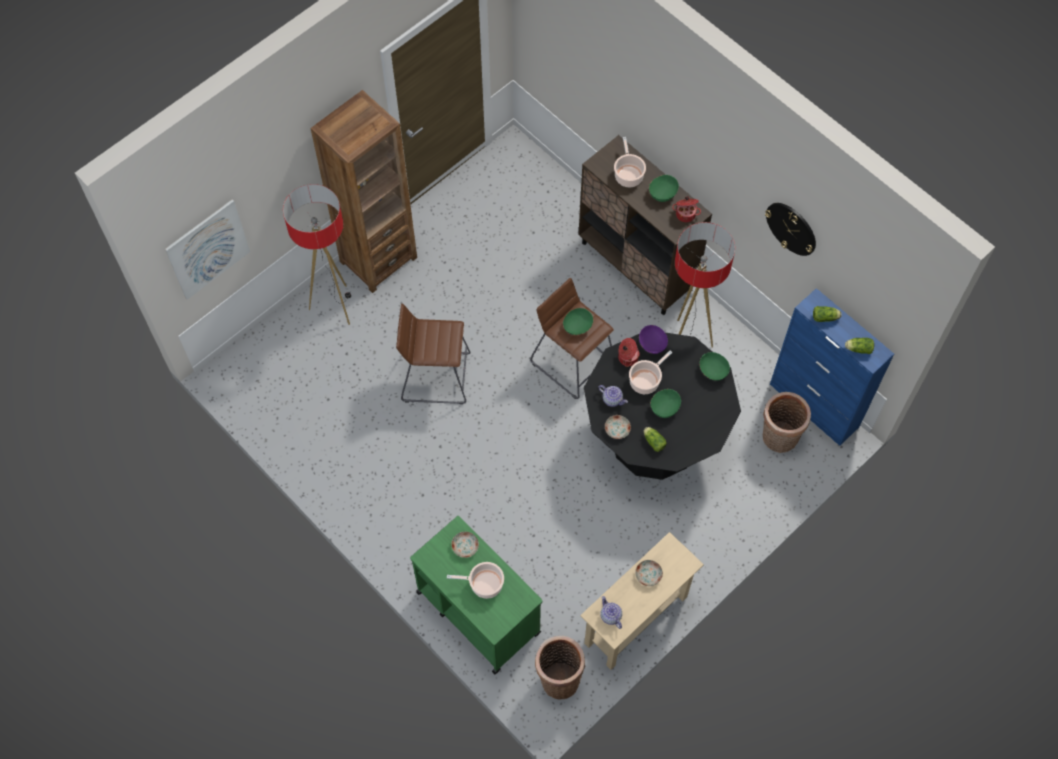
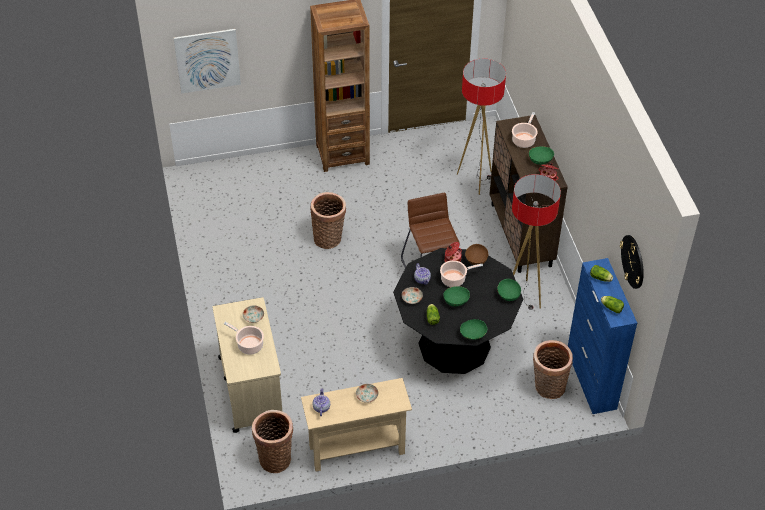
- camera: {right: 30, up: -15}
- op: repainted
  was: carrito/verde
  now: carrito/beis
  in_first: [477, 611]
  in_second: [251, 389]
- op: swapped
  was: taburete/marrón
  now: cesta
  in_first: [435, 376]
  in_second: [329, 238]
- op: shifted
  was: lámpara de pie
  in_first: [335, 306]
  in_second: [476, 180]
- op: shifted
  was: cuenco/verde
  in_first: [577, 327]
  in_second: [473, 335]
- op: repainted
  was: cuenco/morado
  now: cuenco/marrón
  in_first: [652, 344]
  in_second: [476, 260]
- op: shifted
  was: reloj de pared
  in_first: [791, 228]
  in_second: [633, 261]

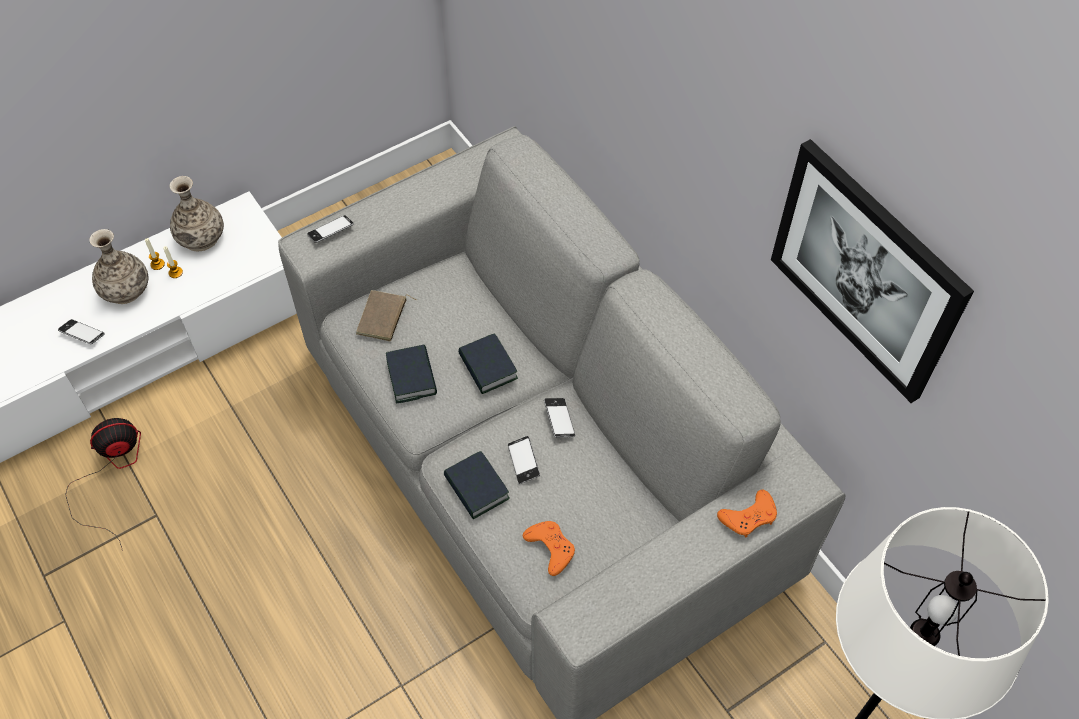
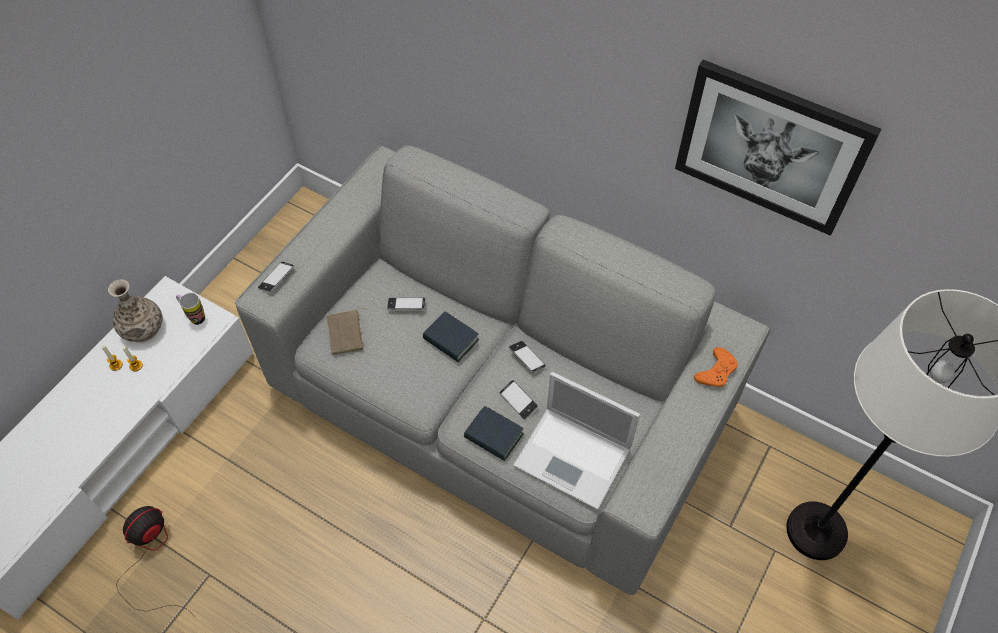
- camera: {right: -25, up: 0}
- op: new
  now: taza grande
  in_second: [194, 317]
- op: shifted
  was: móvil
  in_first: [82, 334]
  in_second: [406, 305]
- op: swapped
  was: mando de consola/naranja
  now: portátil
  in_first: [550, 548]
  in_second: [574, 458]
- op: gone
  was: florero
  in_first: [125, 289]
- op: gone
  was: libro
  in_first: [412, 377]

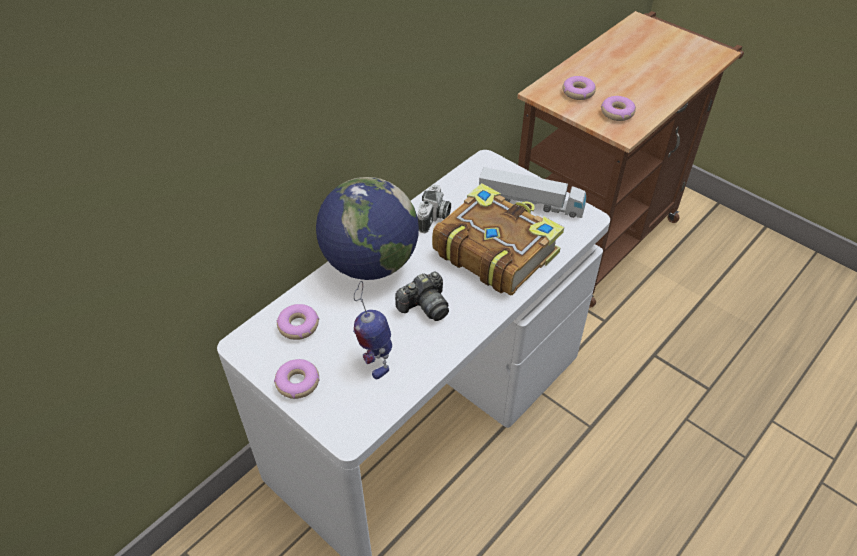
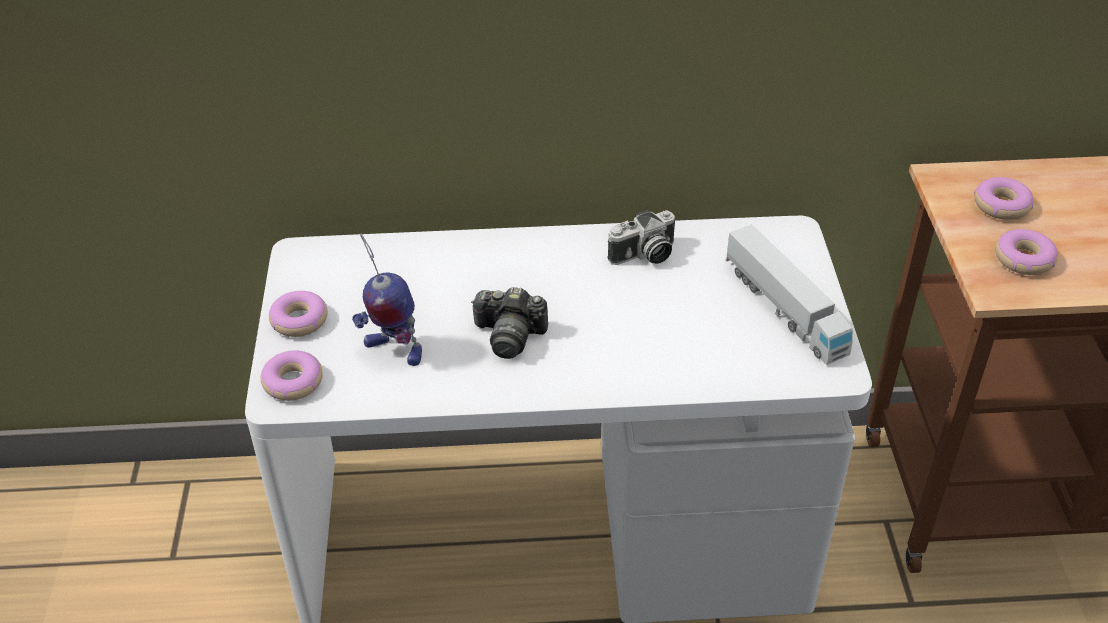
- camera: {right: 45, up: -5}
- op: shifted
  was: rosquilla
  in_first: [298, 326]
  in_second: [293, 382]
- op: rotated
  was: robot de juguete
  in_first: [375, 359]
  in_second: [393, 350]
  clockwise: -90
- op: gone
  was: globo terráqueo
  in_first: [370, 263]
- op: gone
  was: libro
  in_first: [494, 251]

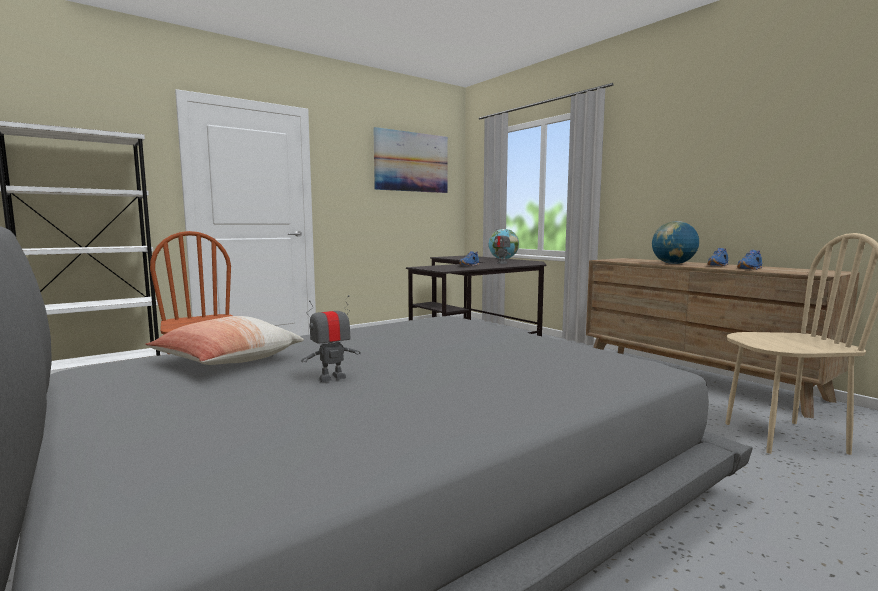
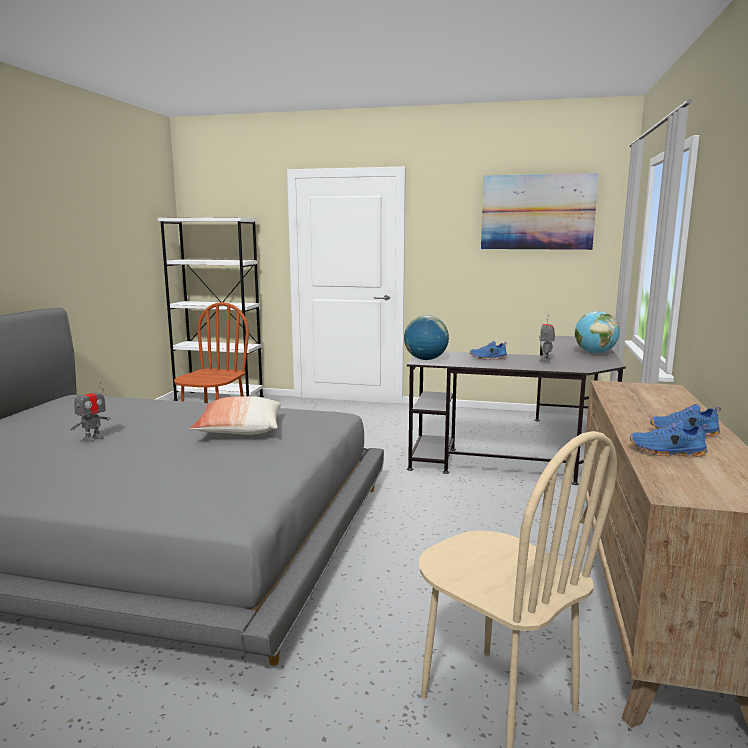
- camera: {right: 50, up: 5}
- op: rotated
  was: robot de juguete
  in_first: [332, 378]
  in_second: [93, 439]
  clockwise: 105
- op: shifted
  was: cojín
  in_first: [227, 362]
  in_second: [239, 430]
- op: shifted
  was: globo terráqueo
  in_first: [673, 264]
  in_second: [425, 359]

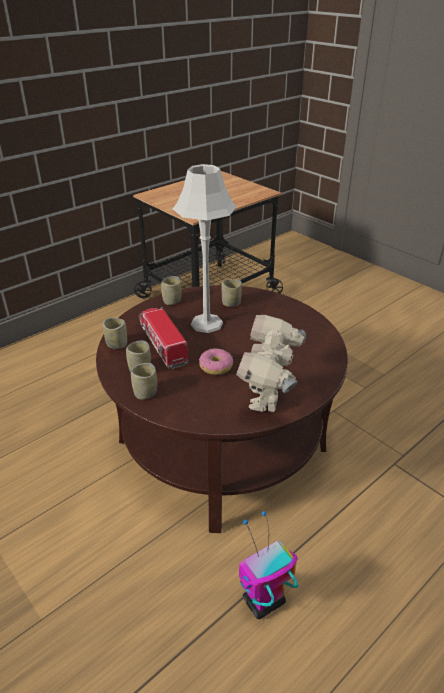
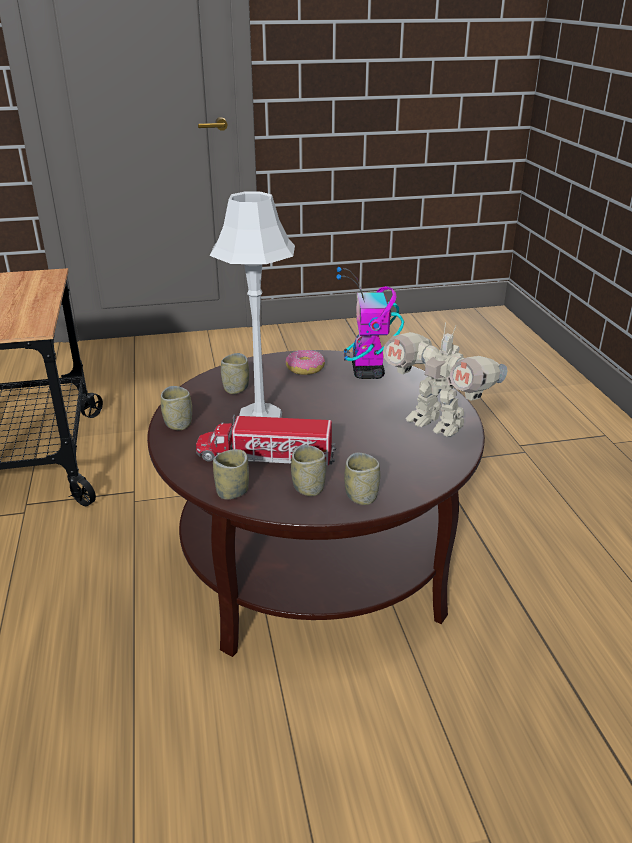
- camera: {right: -60, up: -5}
- op: shifted
  was: rosquilla
  in_first: [216, 366]
  in_second: [305, 368]
- op: shifted
  was: robot de juguete
  in_first: [263, 602]
  in_second: [368, 372]

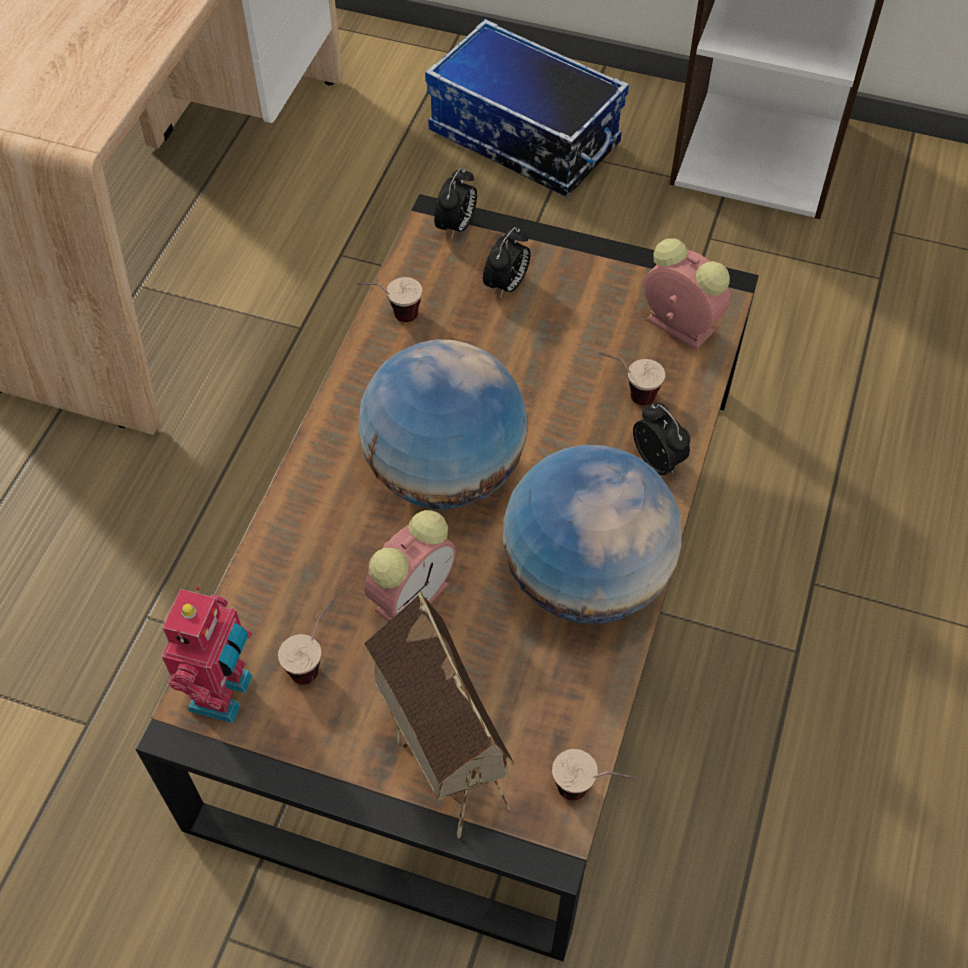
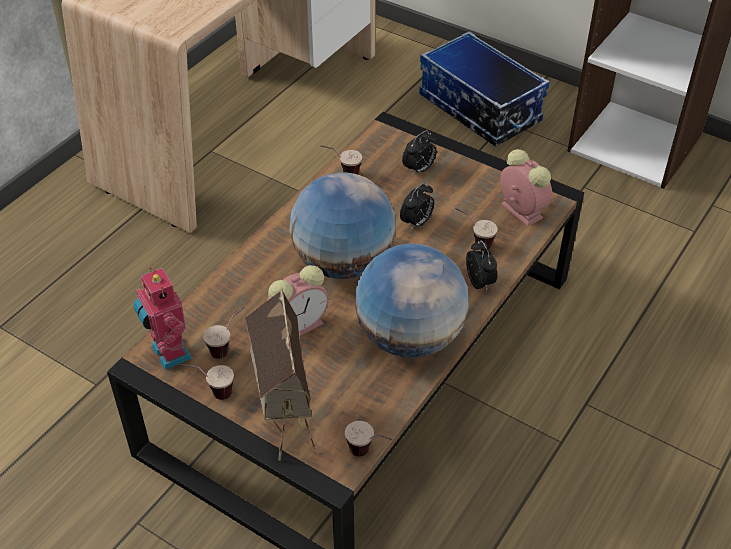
- camera: {right: 15, up: -10}
- op: rotated
  was: robot de juguete
  in_first: [225, 694]
  in_second: [169, 354]
  clockwise: 120
- op: new
  now: taza
  in_second: [211, 392]
- op: shifted
  was: despertador
  in_first: [456, 227]
  in_second: [416, 223]

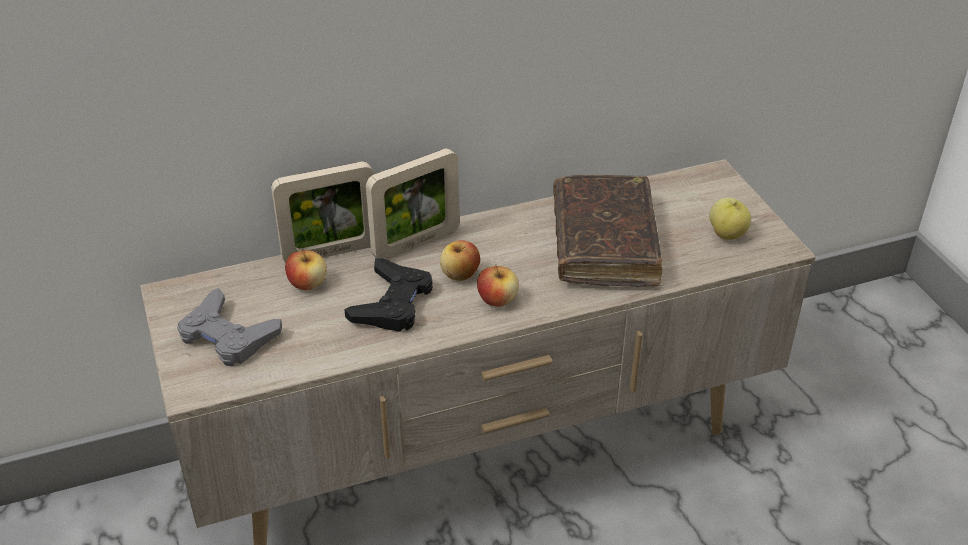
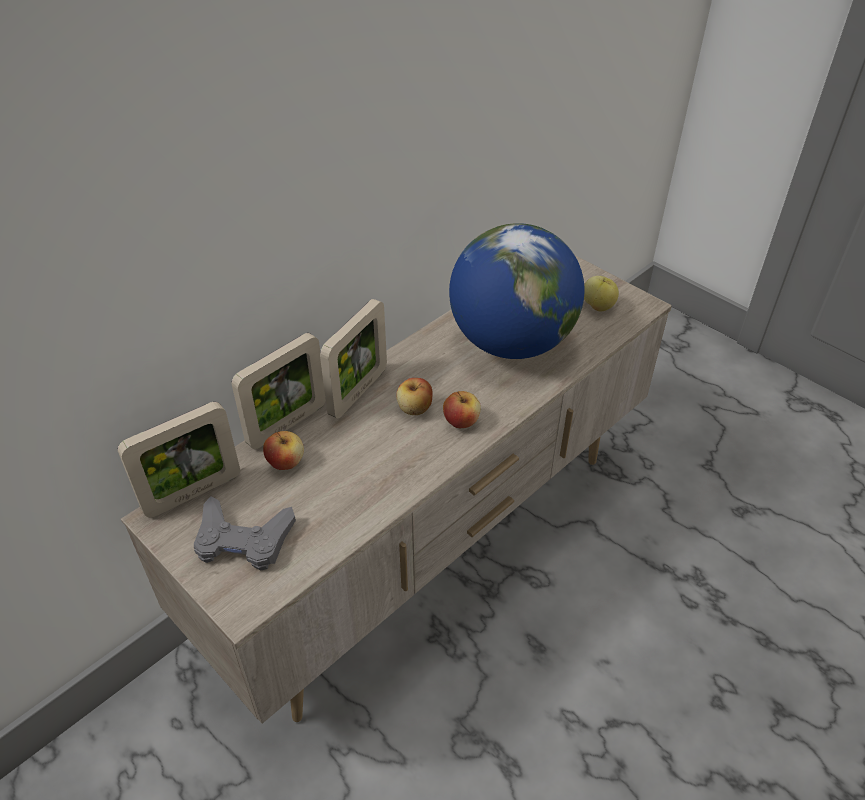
- camera: {right: -25, up: 5}
- op: new
  now: portarretratos
  in_second: [193, 493]
- op: swapped
  was: libro/marrón
  now: globo terráqueo
  in_first: [604, 243]
  in_second: [511, 342]
- op: gone
  was: mando de consola/negro
  in_first: [392, 303]

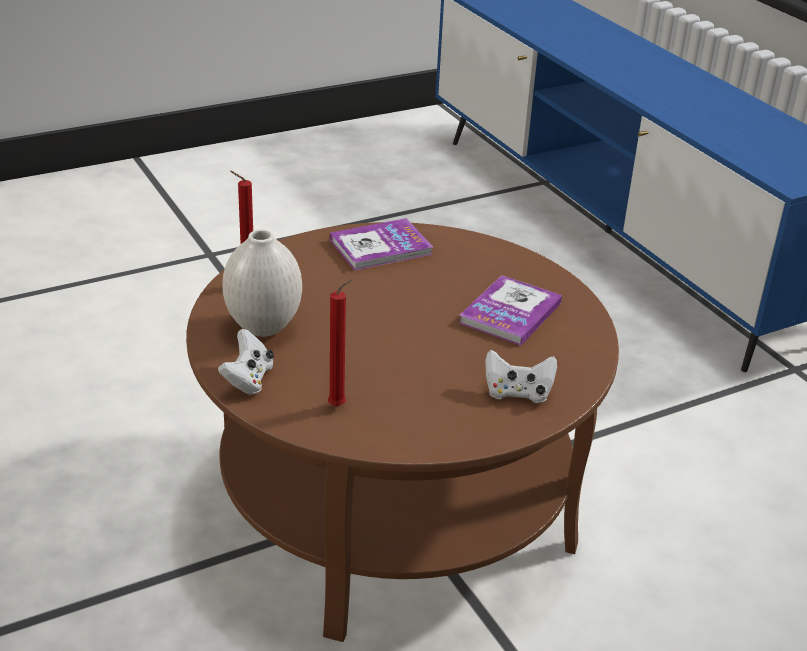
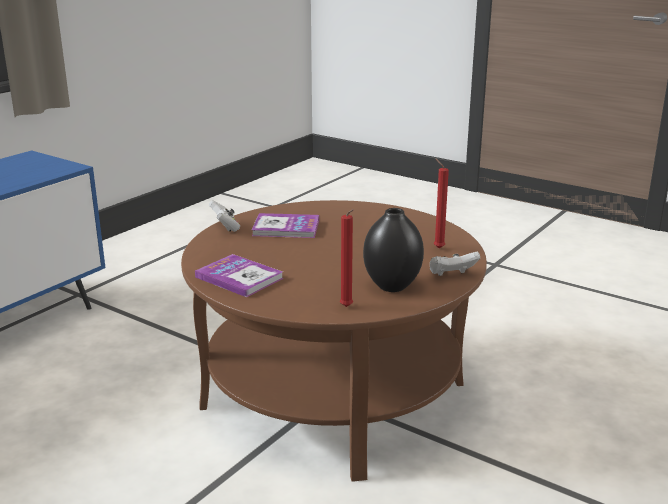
- camera: {right: -115, up: -10}
- op: shifted
  was: mando de consola/blanco
  in_first: [517, 393]
  in_second: [225, 228]
- op: repainted
  was: florero/blanco
  now: florero/negro
  in_first: [264, 327]
  in_second: [391, 286]

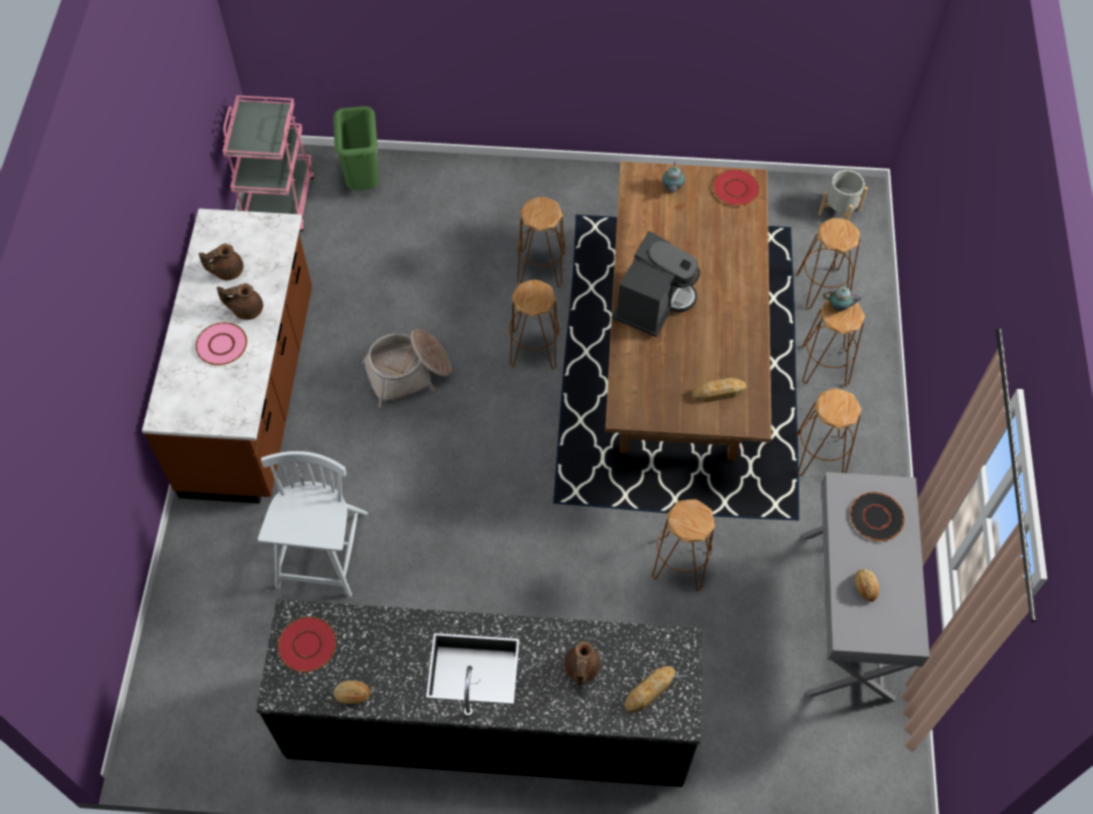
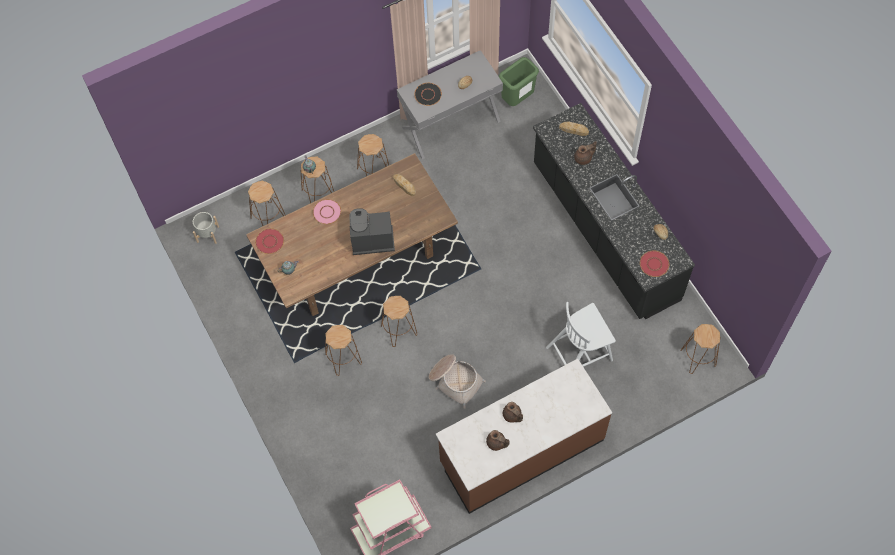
- camera: {right: -120, up: 5}
- op: shifted
  was: plato/rosa
  in_first: [221, 345]
  in_second: [327, 212]
- op: shifted
  was: papelera/verde
  in_first: [362, 180]
  in_second: [517, 99]
- op: shifted
  was: taburete/marrón
  in_first: [680, 563]
  in_second: [698, 358]

